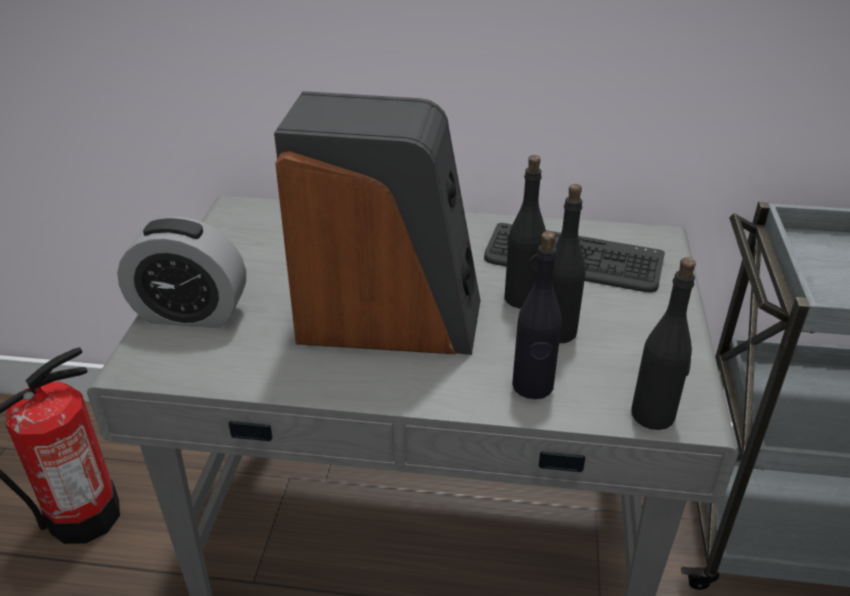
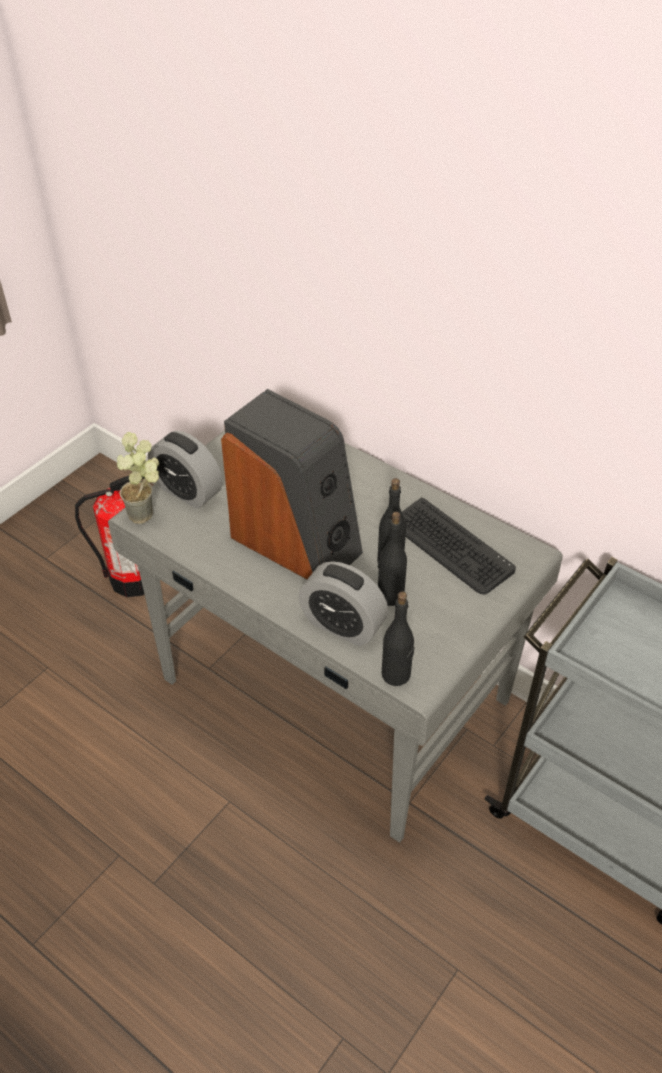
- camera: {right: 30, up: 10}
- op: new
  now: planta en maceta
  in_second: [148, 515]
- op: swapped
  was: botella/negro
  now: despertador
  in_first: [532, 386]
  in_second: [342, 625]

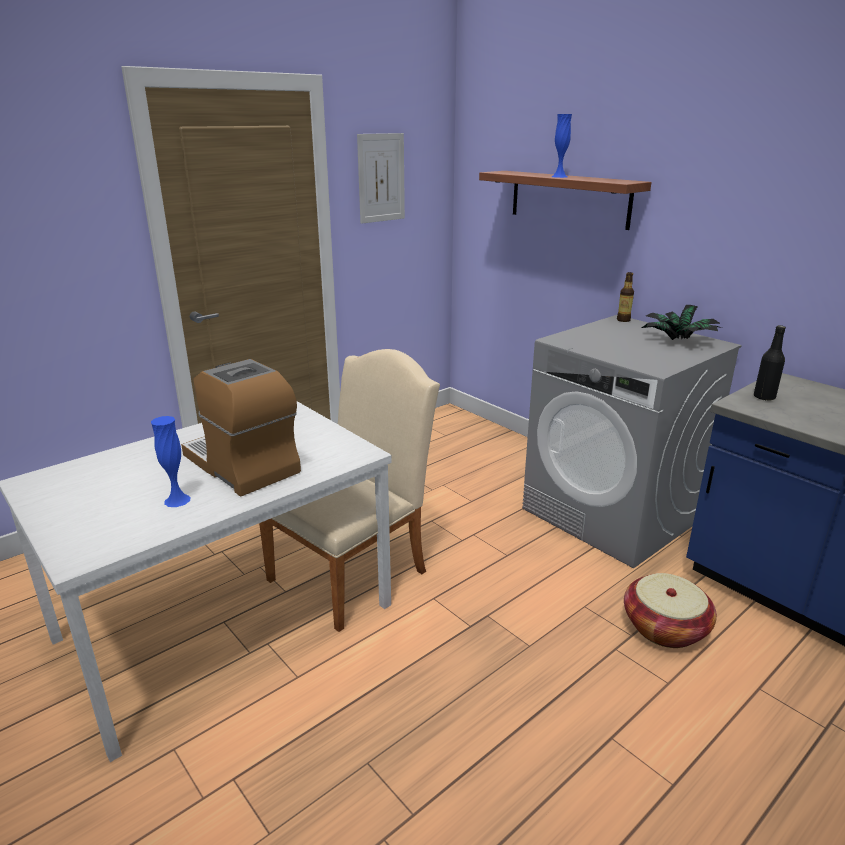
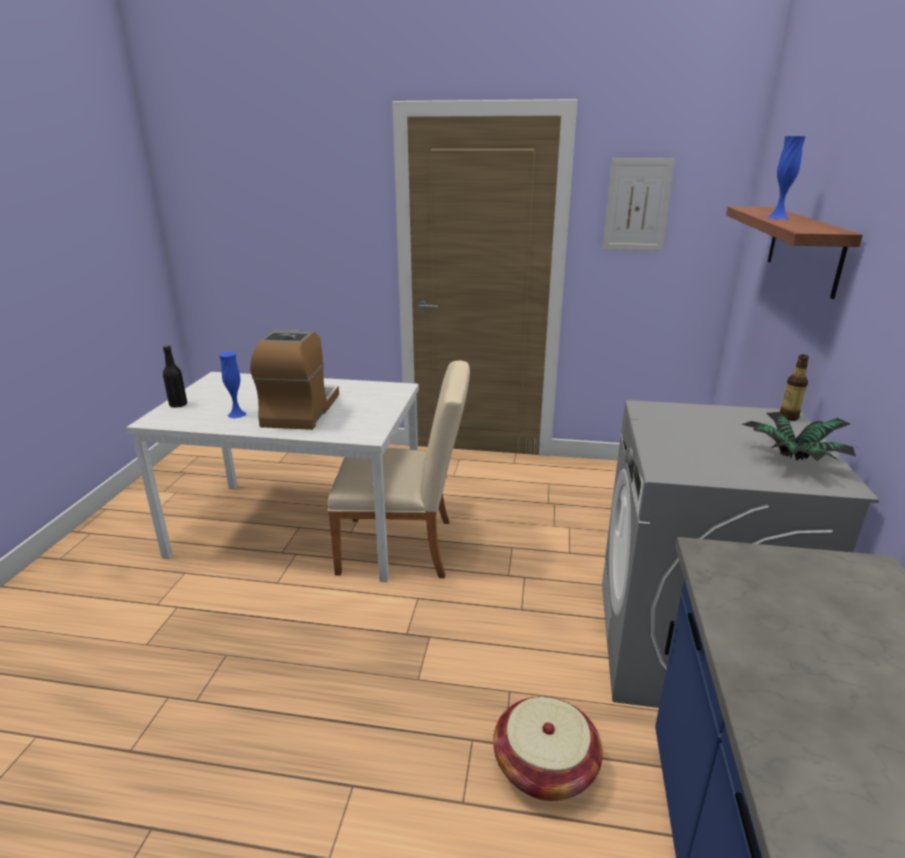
- camera: {right: 50, up: 0}
- op: shifted
  was: botella/negro
  in_first: [764, 397]
  in_second: [178, 405]

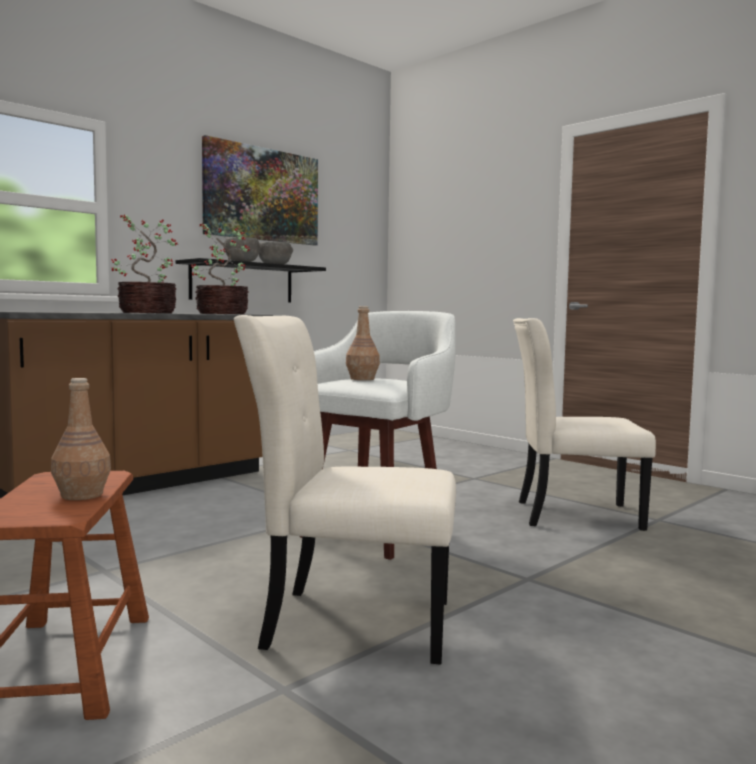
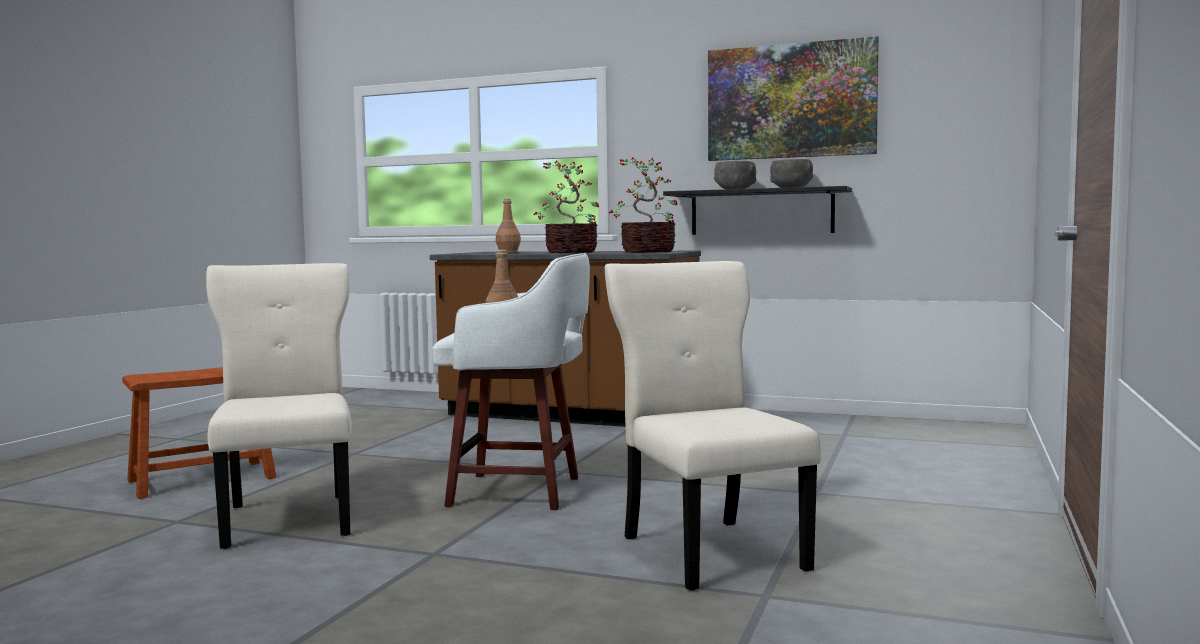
- camera: {right: 65, up: 0}
- op: shifted
  was: botella/marrón
  in_first: [82, 495]
  in_second: [508, 252]

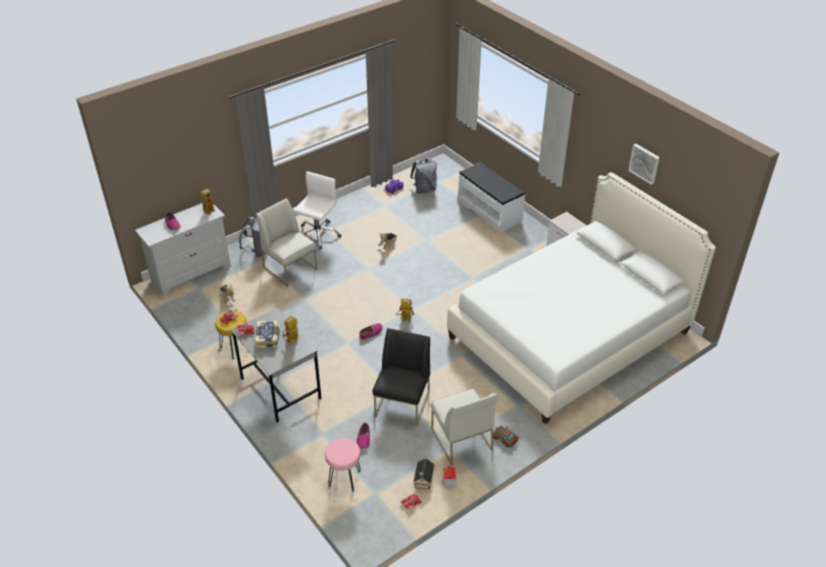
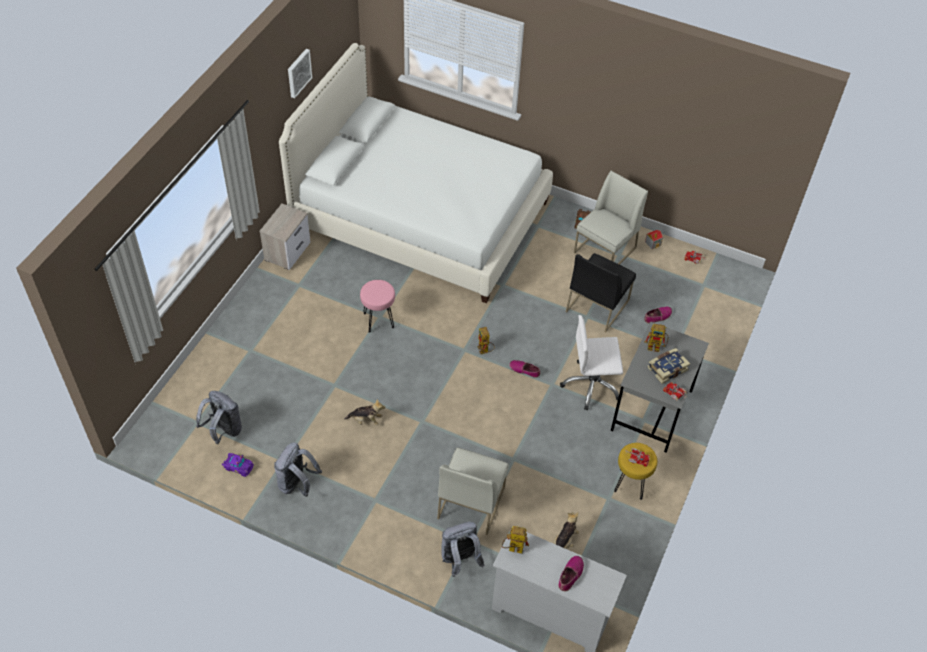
- camera: {right: -120, up: 10}
- op: new
  now: mochila/gris
  in_second: [297, 484]
- op: shifted
  was: taburete/rosa
  in_first: [344, 478]
  in_second: [378, 320]
- op: shifted
  was: silla de oficina/blanco
  in_first: [317, 235]
  in_second: [591, 385]
- op: rotated
  was: silla/negro
  in_first: [402, 404]
  in_second: [597, 305]
  clockwise: -45
- op: gone
  was: casita
  in_first: [423, 480]
- op: gone
  was: banco/blanco
  in_first: [490, 211]

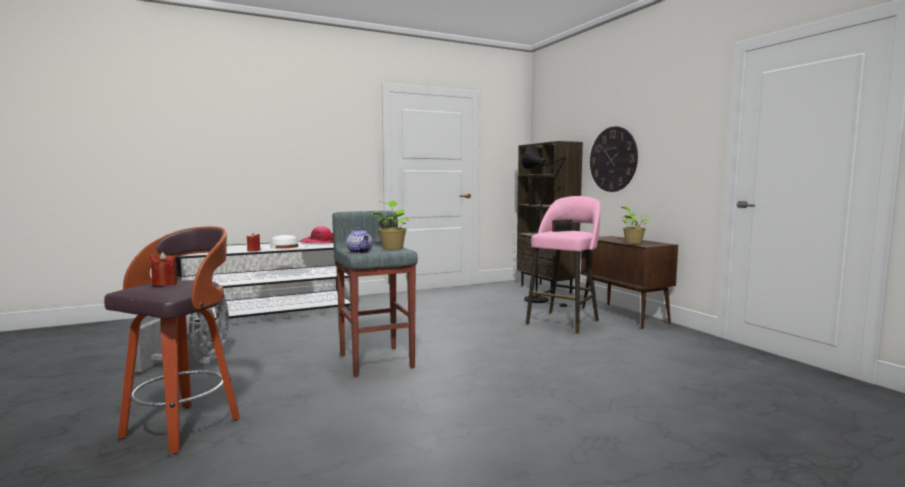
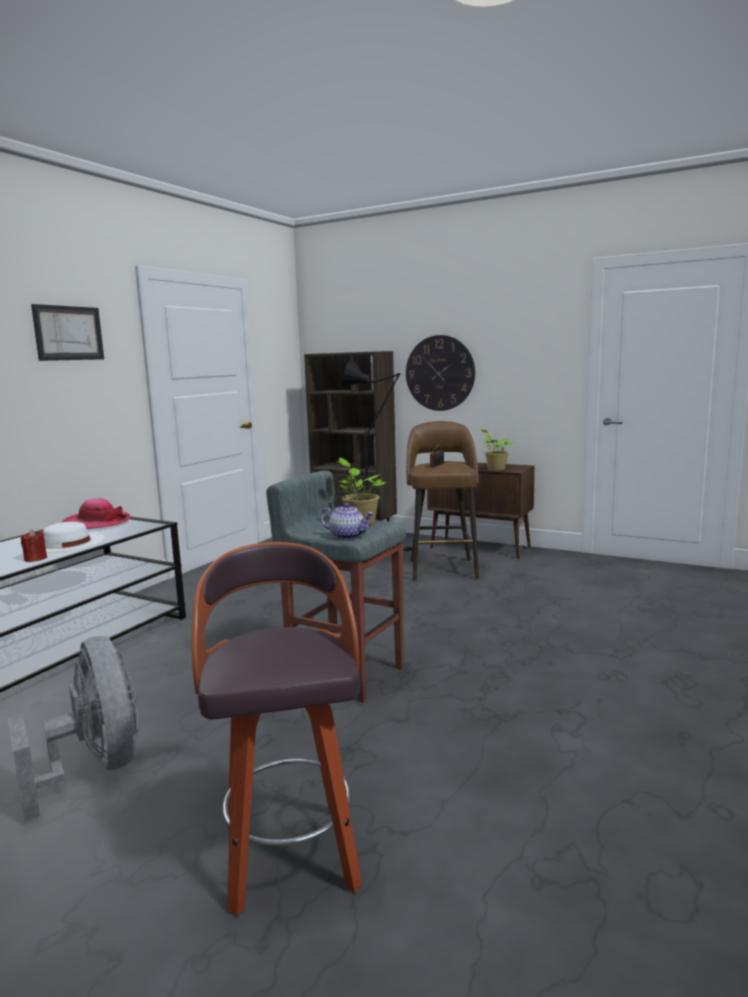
- camera: {right: -35, up: 5}
- op: new
  now: cuadro
  in_second: [68, 333]
- op: repainted
  was: taburete/rosa
  now: taburete/marrón
  in_first: [564, 322]
  in_second: [443, 569]
- op: gone
  was: vela/rojo
  in_first: [164, 284]

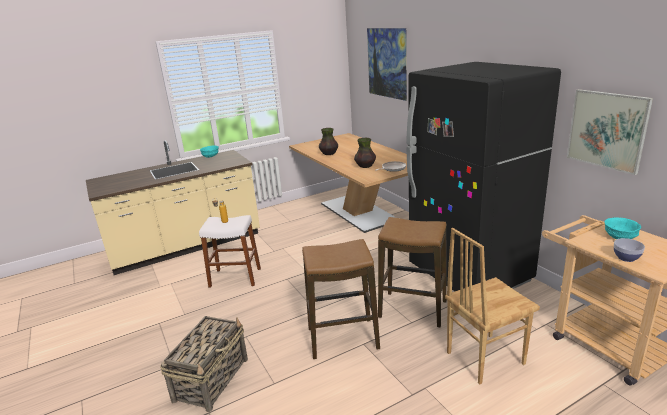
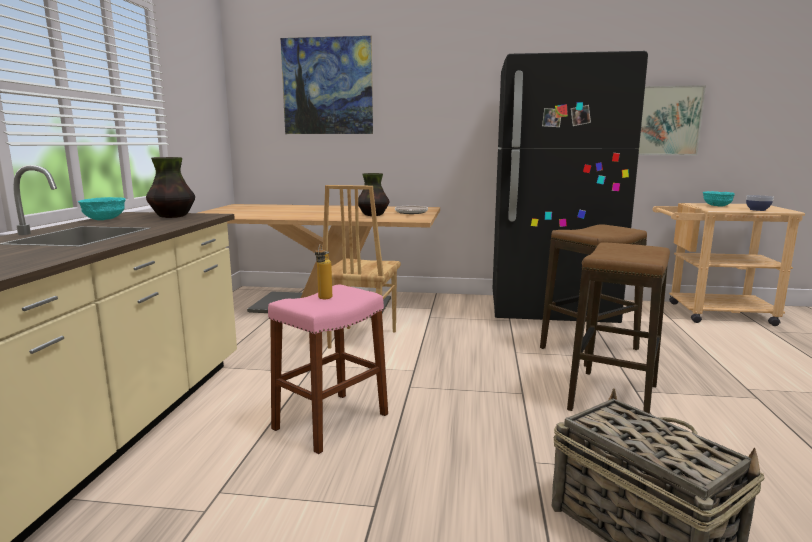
- camera: {right: -55, up: -10}
- op: shifted
  was: florero
  in_first: [329, 154]
  in_second: [172, 216]
- op: repainted
  was: taburete/blanco
  now: taburete/rosa
  in_first: [235, 277]
  in_second: [331, 421]
- op: shifted
  was: silla/marrón
  in_first: [484, 357]
  in_second: [361, 339]

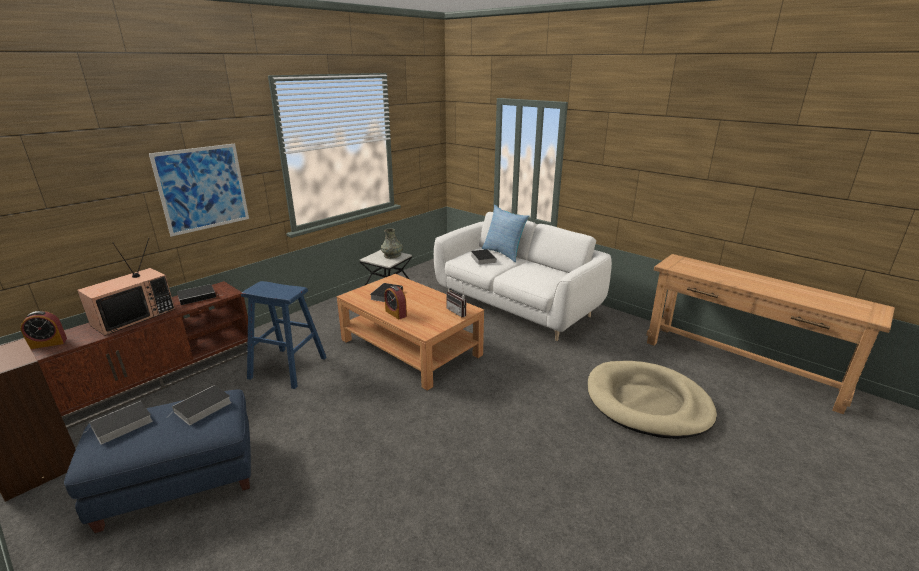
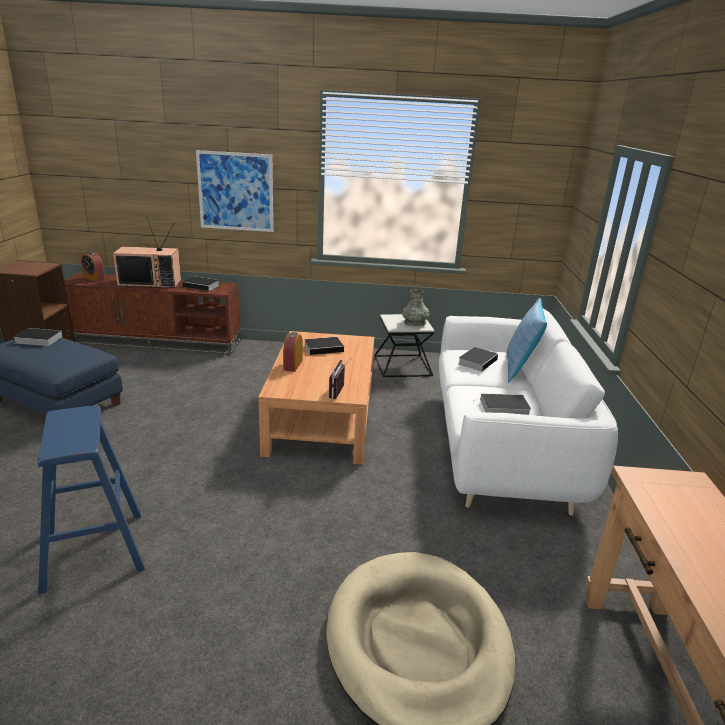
- camera: {right: 50, up: 0}
- op: shifted
  was: taburete/azul
  in_first: [288, 368]
  in_second: [94, 550]
- op: shifted
  was: libro
  in_first: [202, 408]
  in_second: [503, 408]

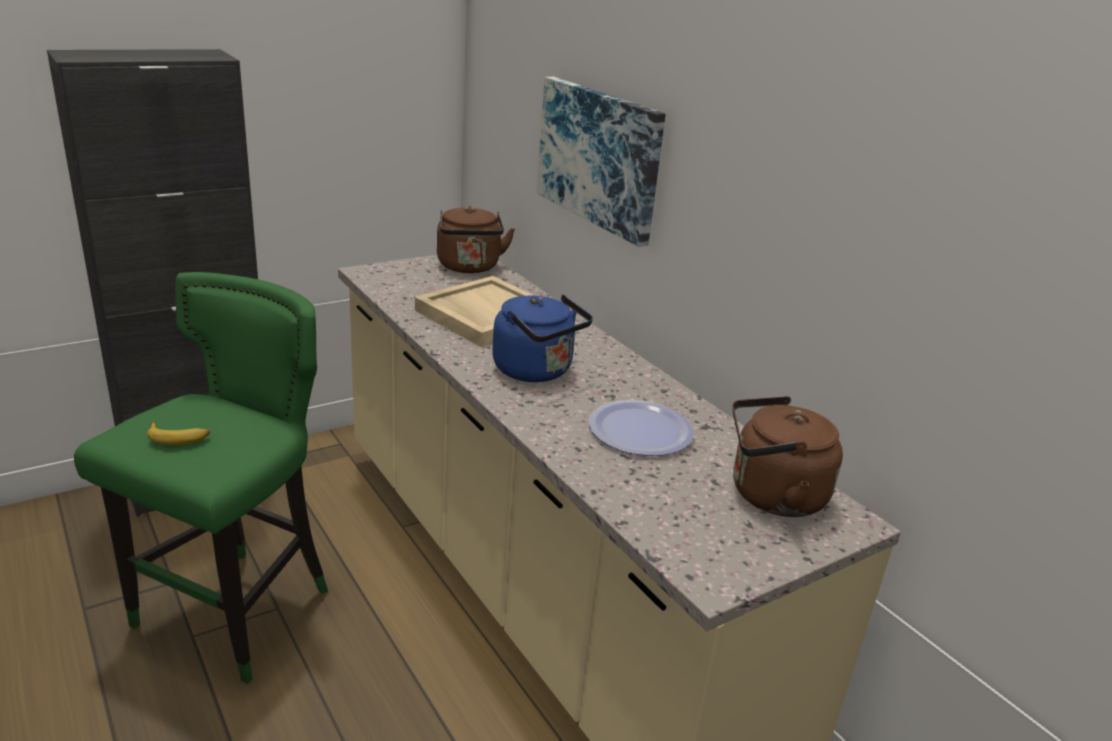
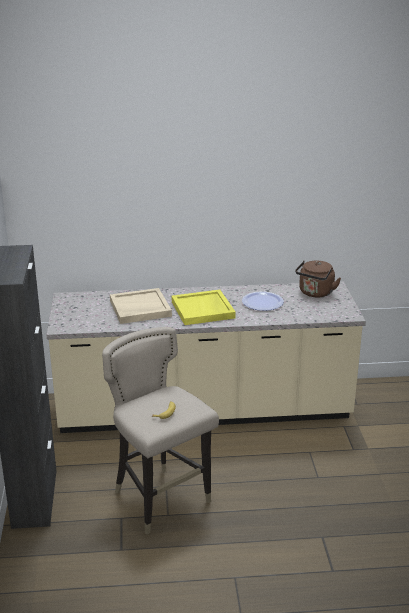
- camera: {right: -60, up: 0}
- op: repainted
  was: taburete/verde
  now: taburete/beis
  in_first: [235, 614]
  in_second: [161, 499]
- op: swapped
  was: hervidor/azul
  now: bandeja/amarillo
  in_first: [536, 371]
  in_second: [203, 310]
- op: gone
  was: hervidor/marrón
  in_first: [469, 267]
- op: gone
  was: cuadro
  in_first: [600, 157]

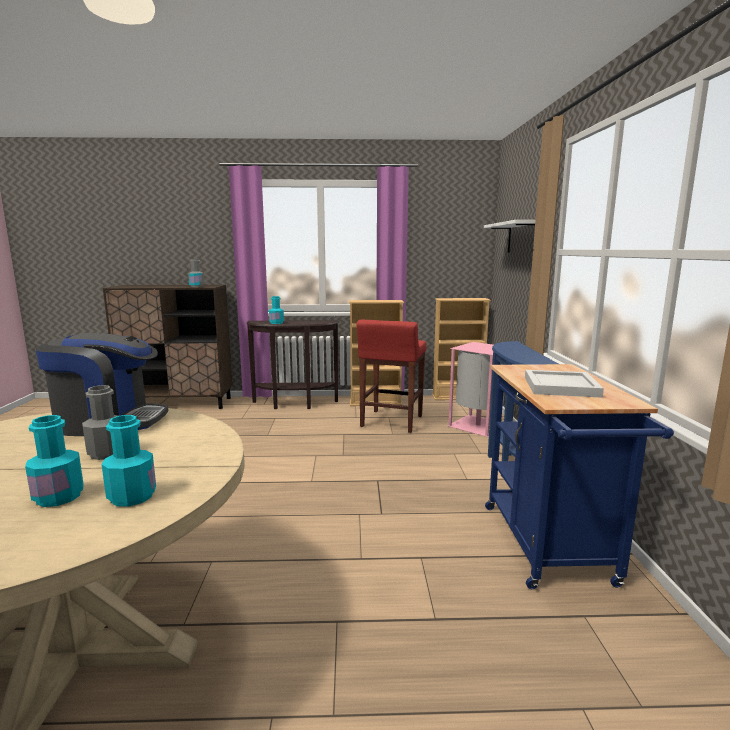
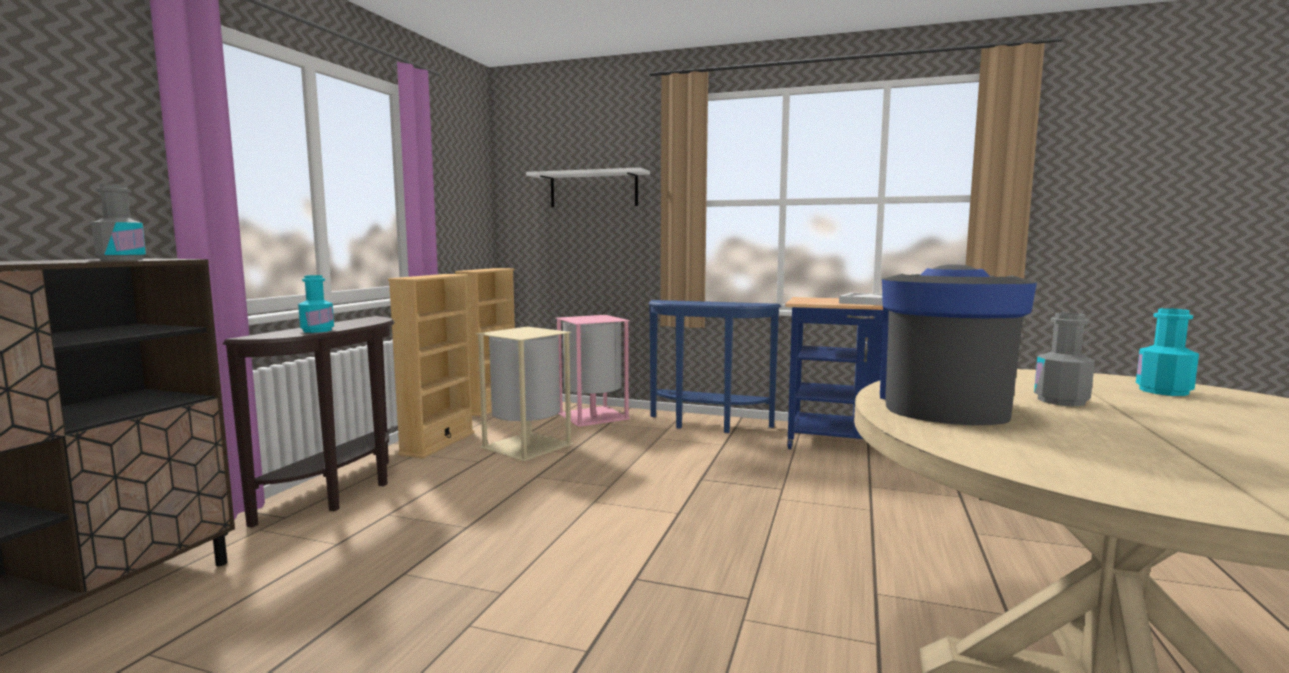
- camera: {right: -70, up: -5}
- op: swapped
  was: taburete/rojo
  now: papelera/beis
  in_first: [391, 422]
  in_second: [527, 447]
- op: gone
  was: botella/turquesa
  in_first: [59, 497]

